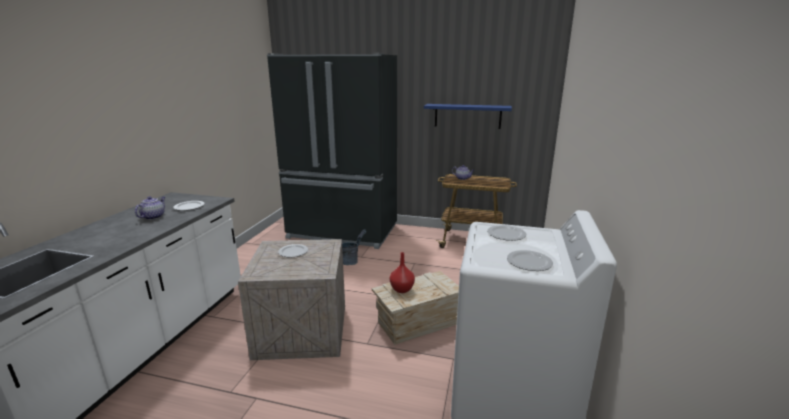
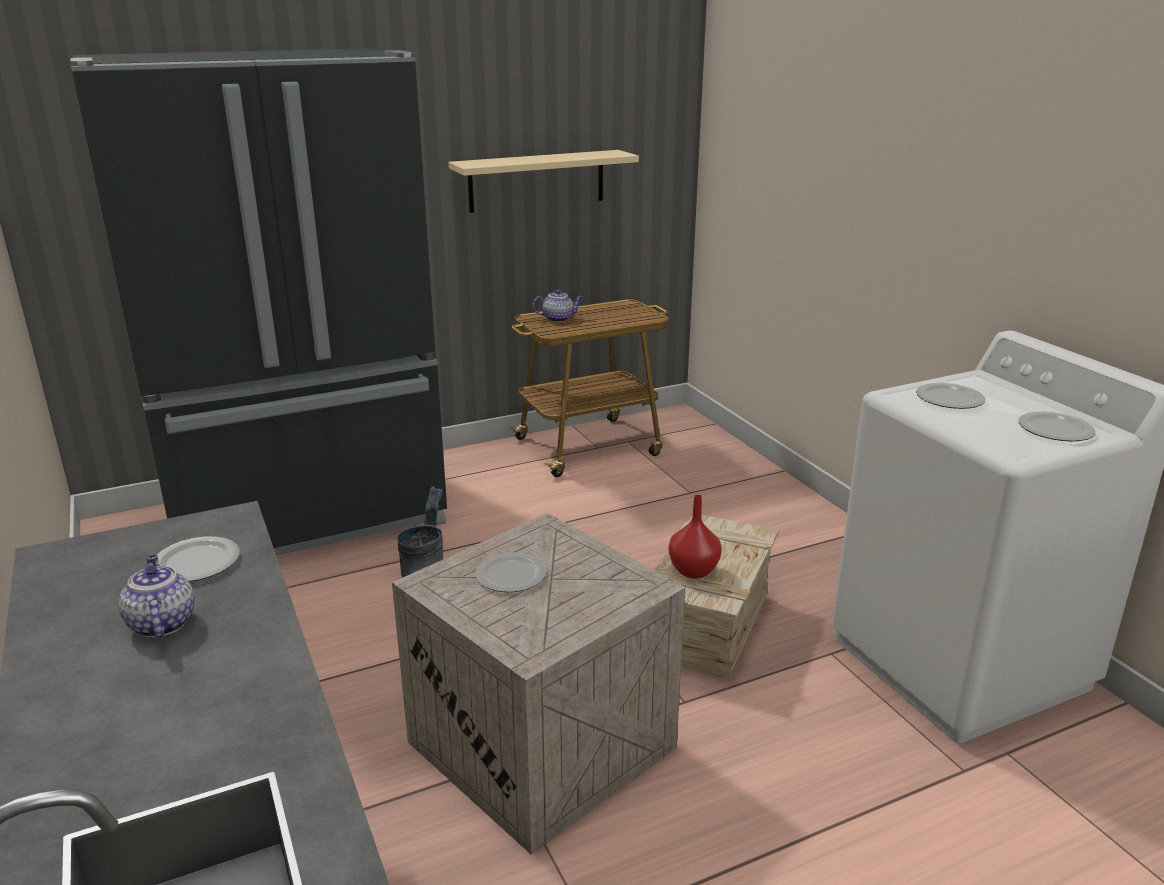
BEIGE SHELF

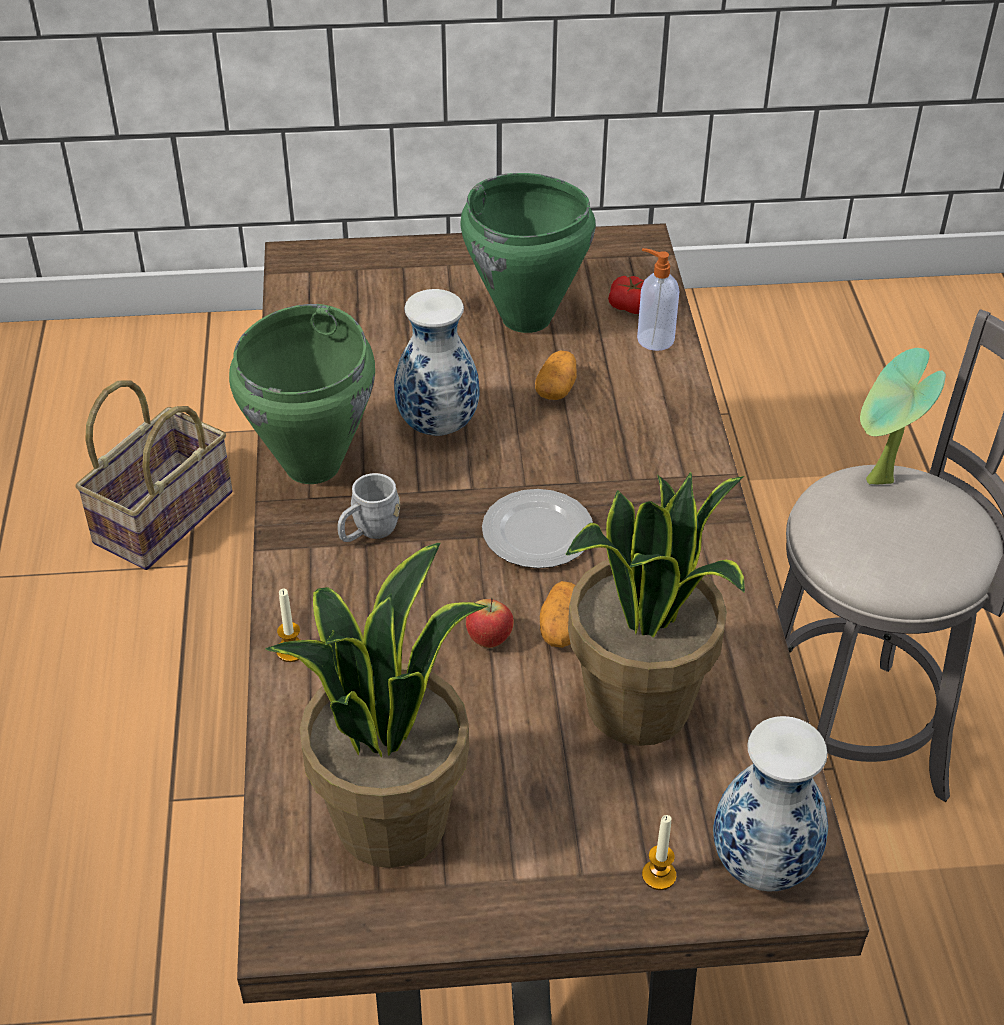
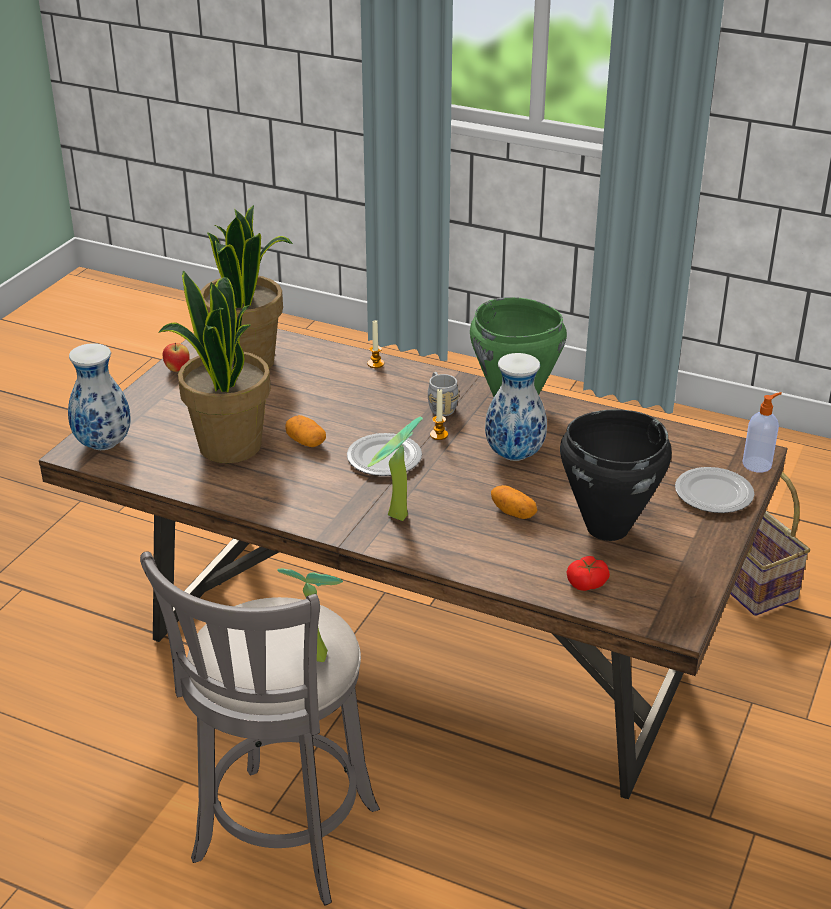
POTTED PLANT (4th from left); PLATE (2nd from left); APPLE; SOAP DISPENSER; CANDLE (2nd from left); BLACK COOKING POT

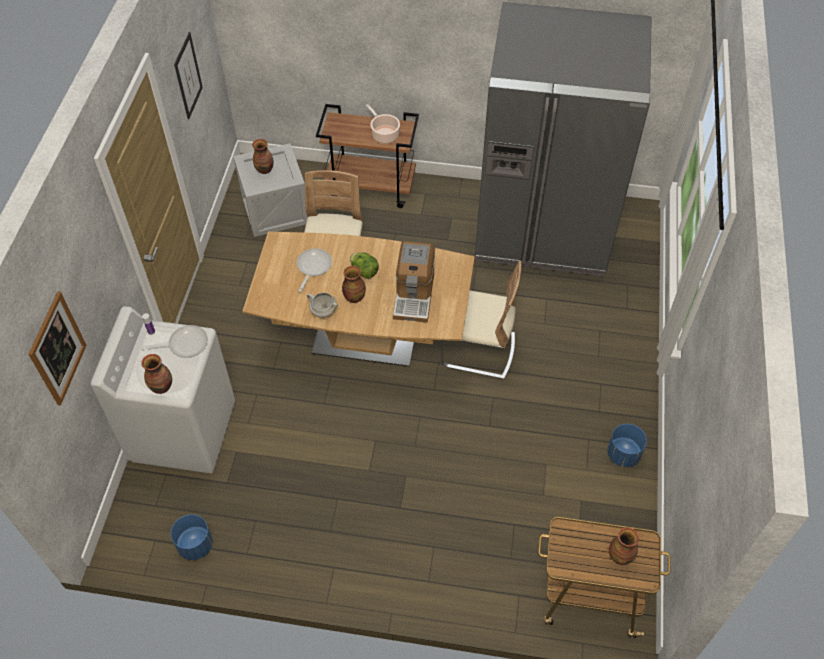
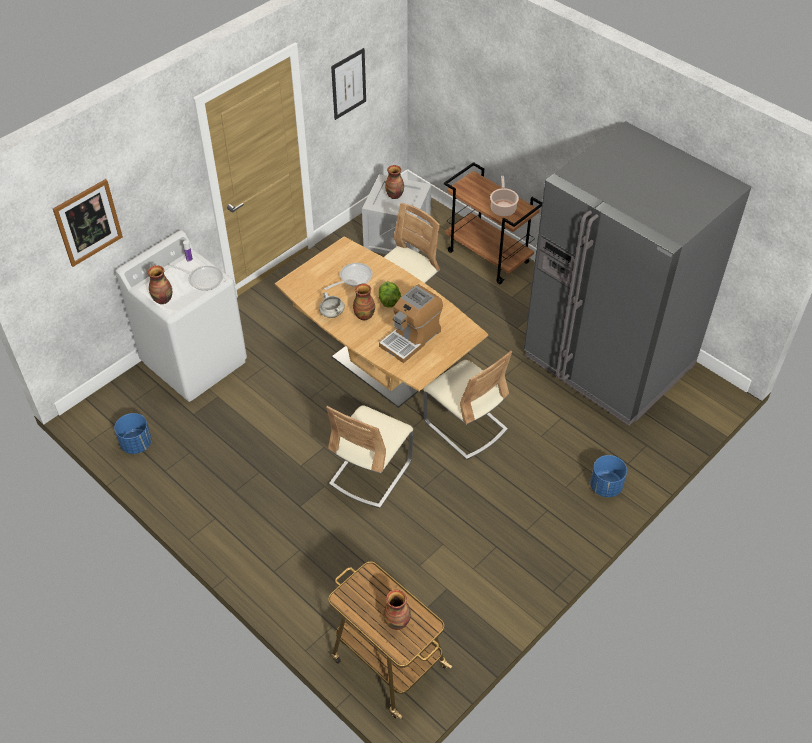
BEIGE CHAIR (1st from left); BLUE PLANTER (2nd from left)

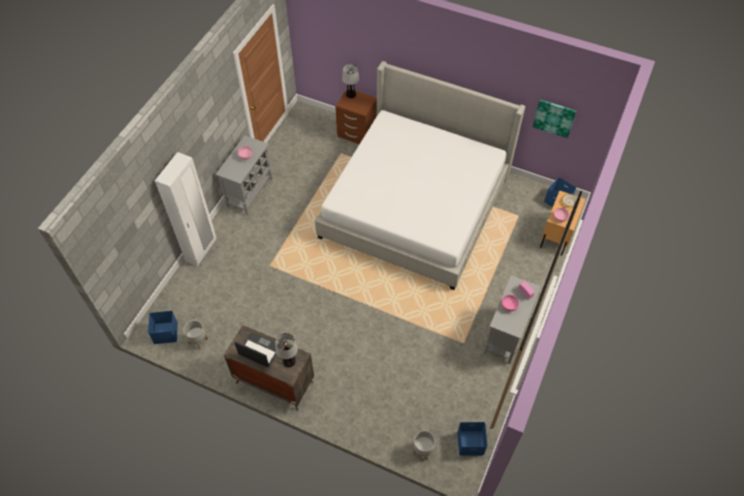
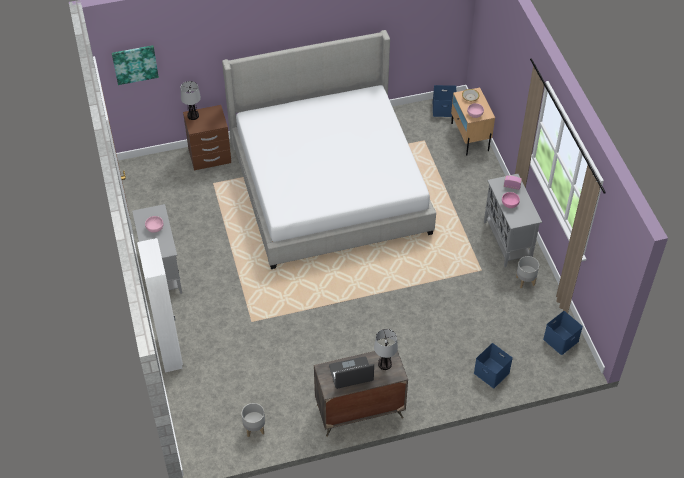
BLUE STORAGE BOX (2nd from left); GREY PLANTER (2nd from left); PICTURE

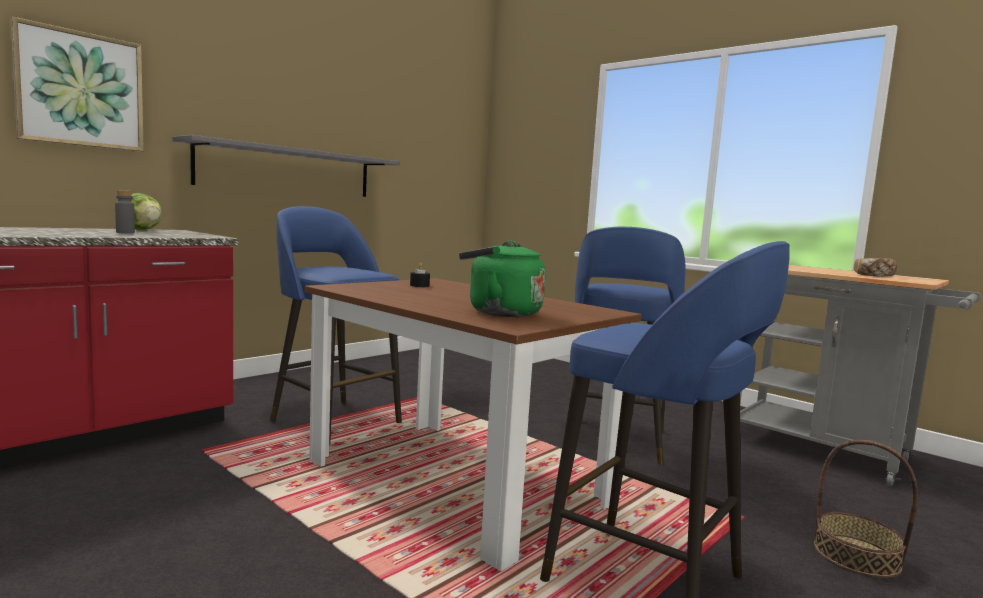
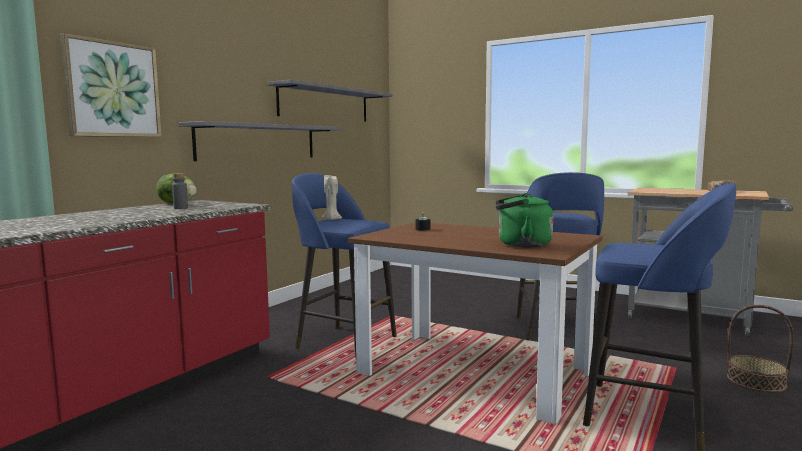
GREY SHELF (2nd from left); BEIGE CANDLE

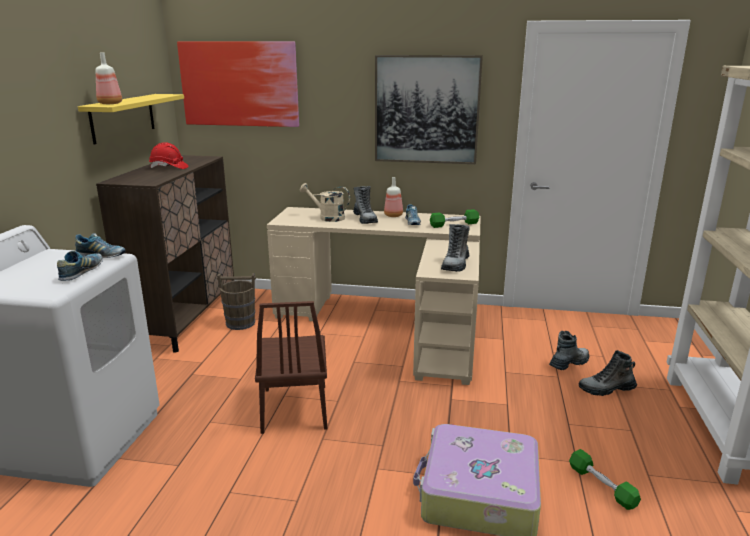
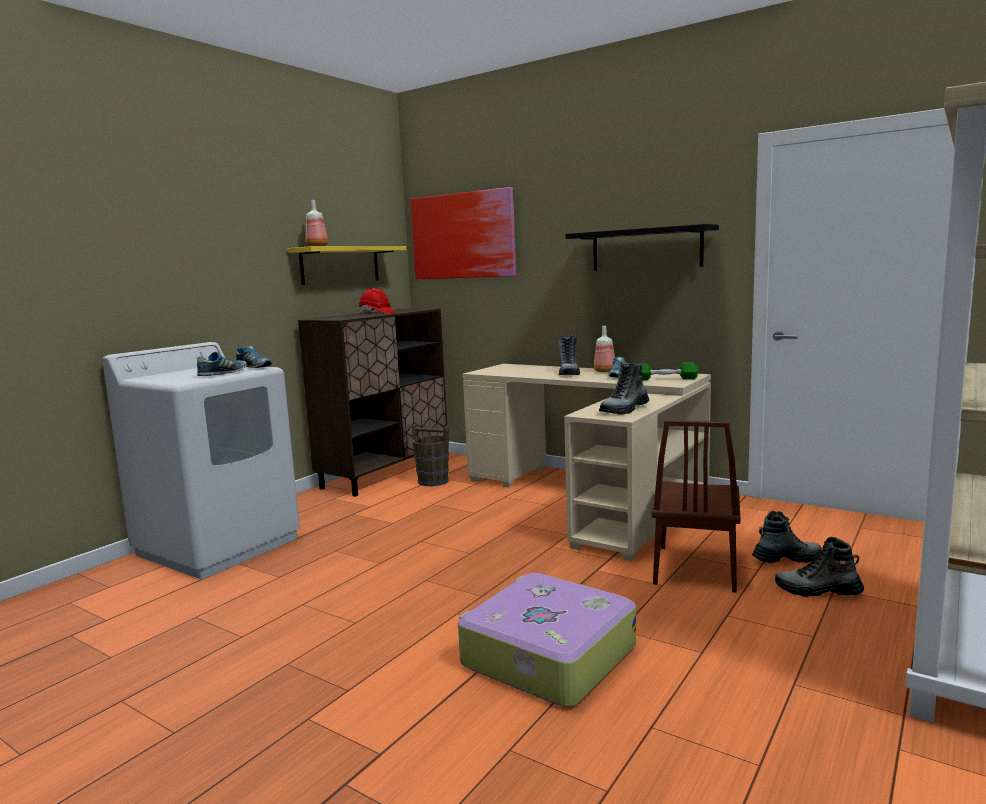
BEIGE WATERING CAN; GREEN DUMBBELL (2nd from left in the first image); BROWN CHAIR; BLACK SHELF

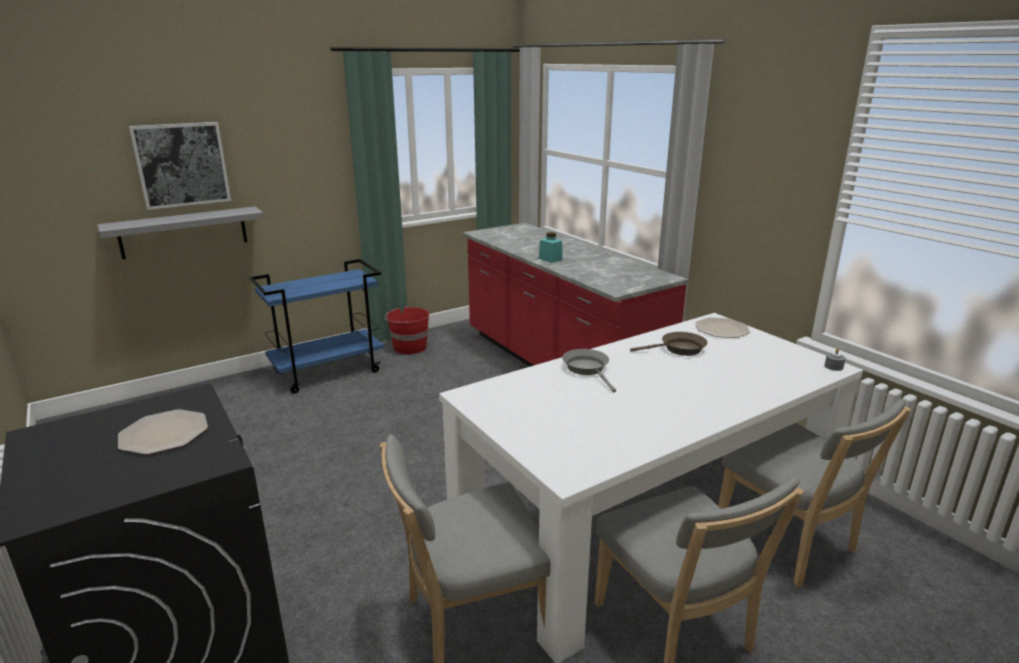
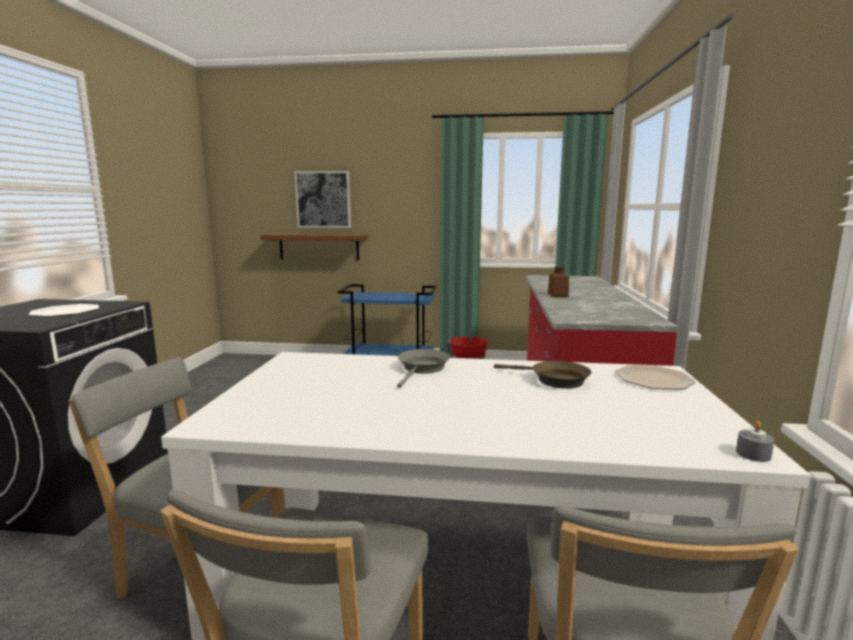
BROWN SHELF; BROWN JAR

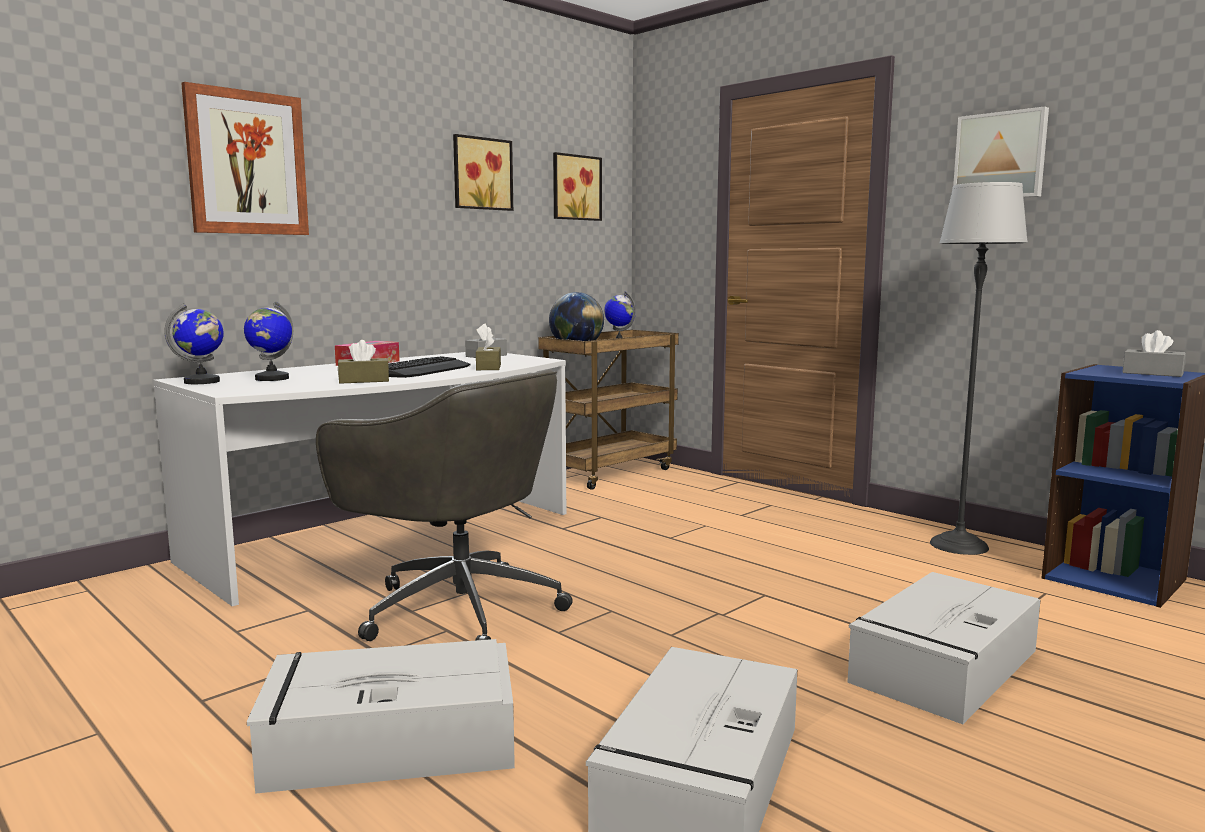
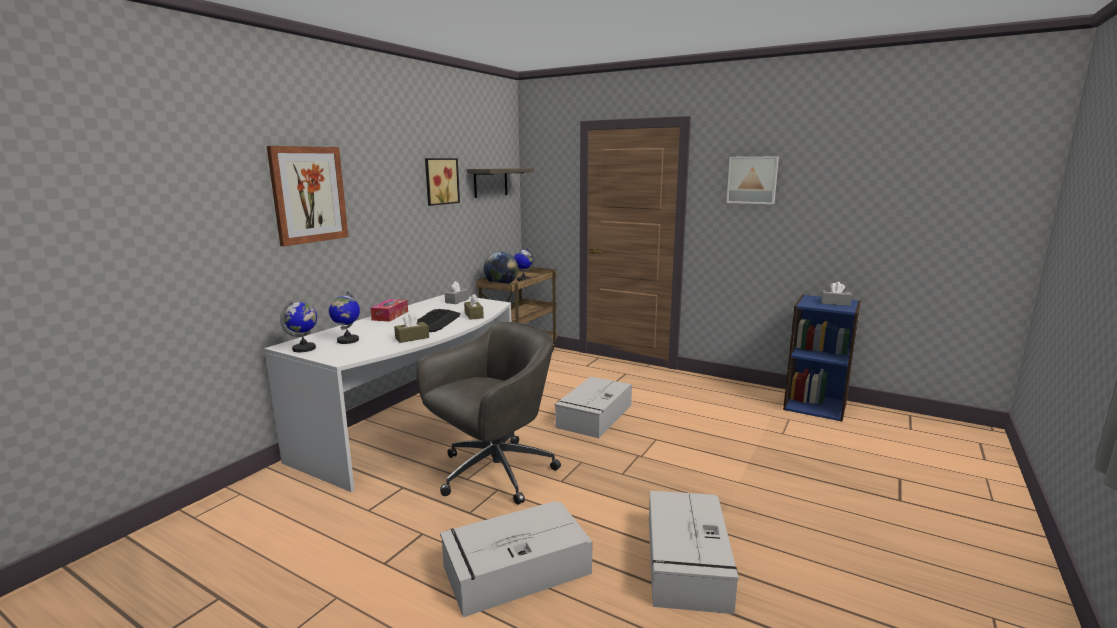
FLOOR LAMP; GREY STORAGE BOX (2nd from left); SHELF; GREY OFFICE CHAIR

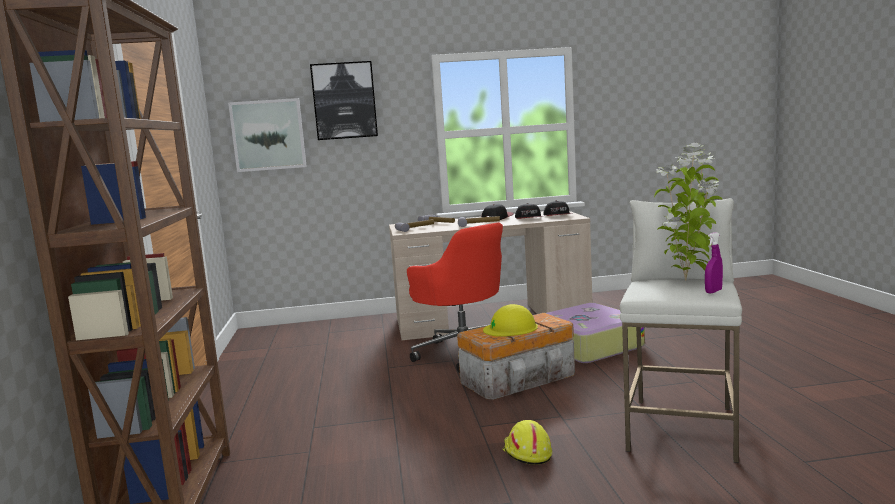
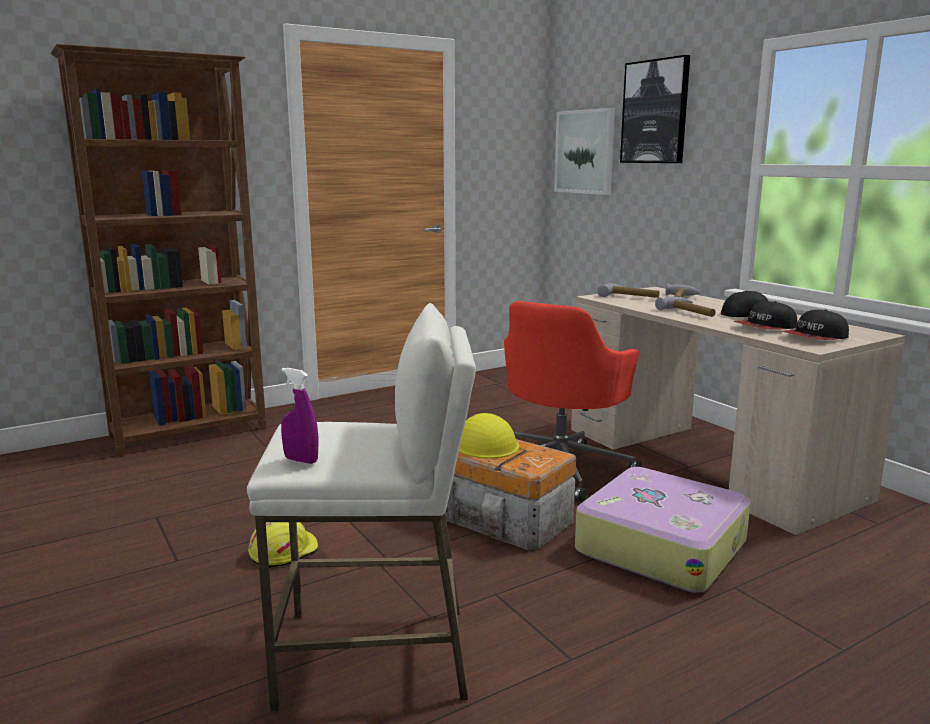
POTTED PLANT

